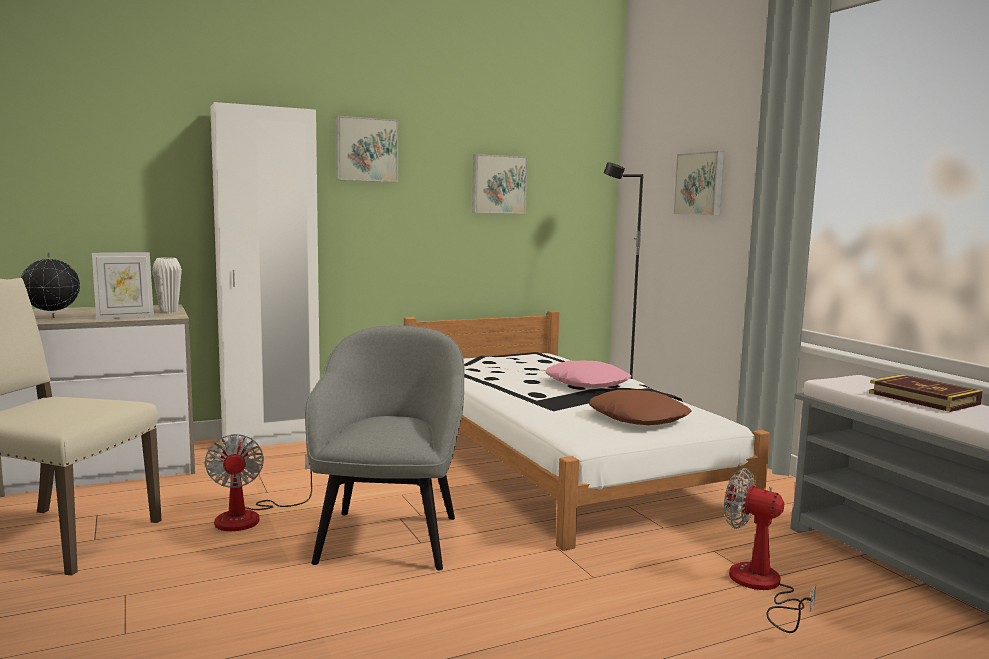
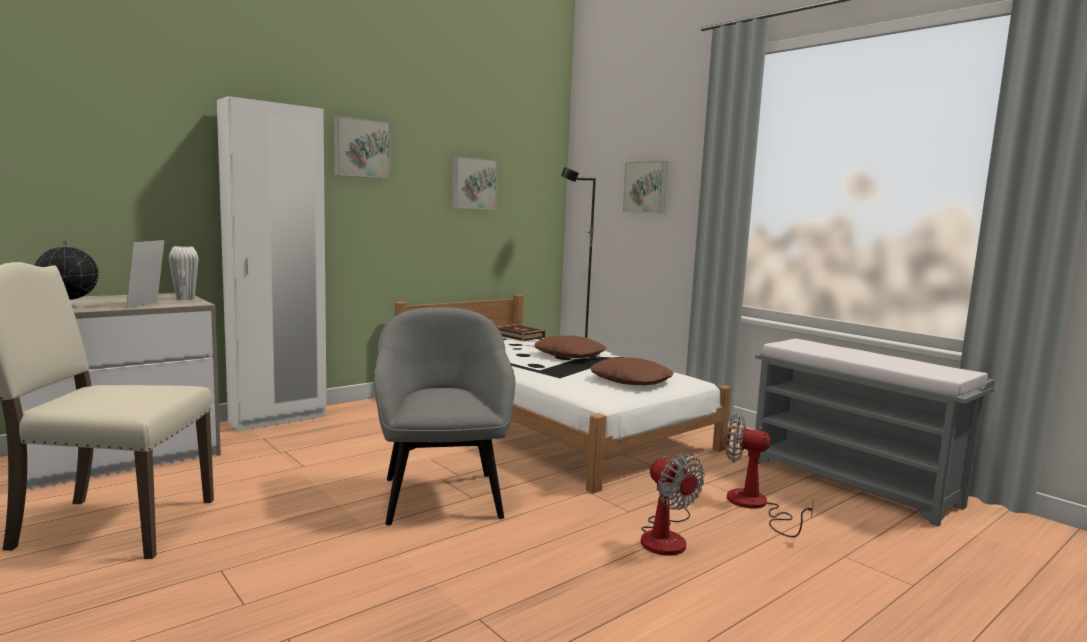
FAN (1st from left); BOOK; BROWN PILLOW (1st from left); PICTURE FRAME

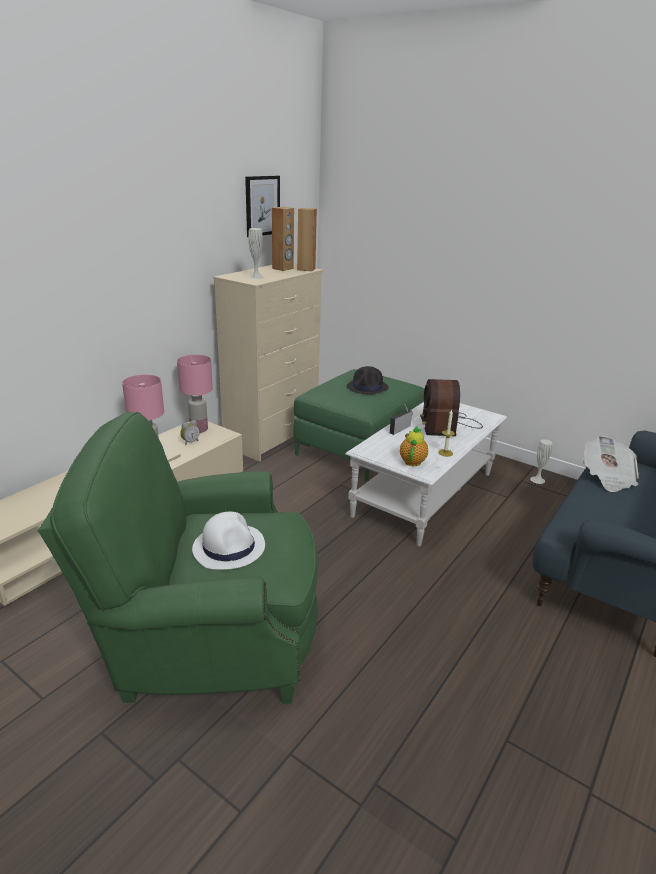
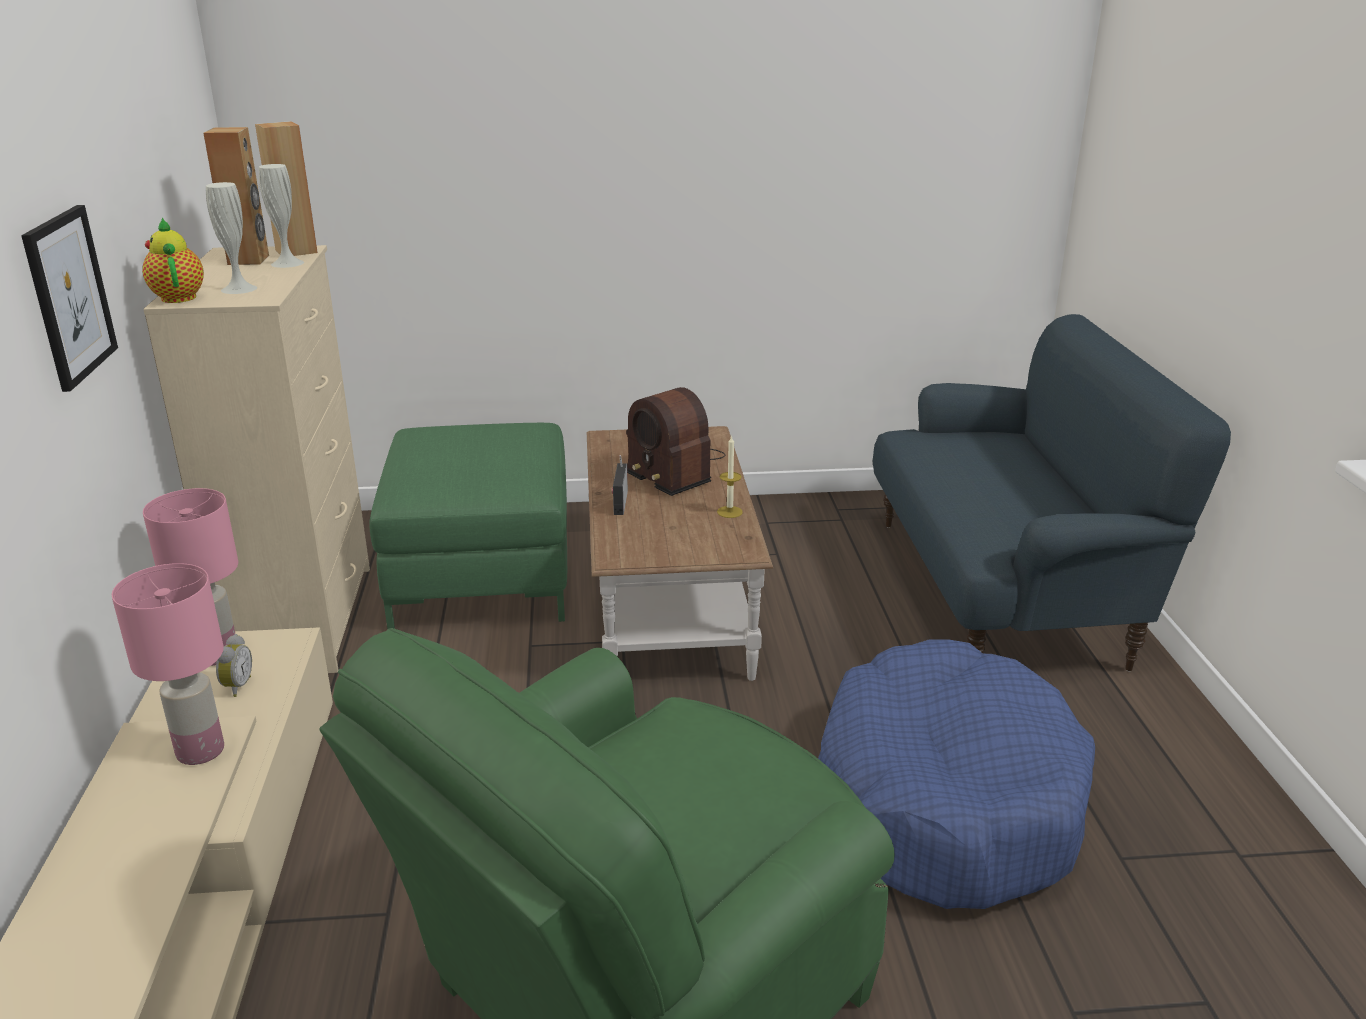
WHITE HAT; BLACK HAT; NEWSPAPER; BLUE DOG BED; PICTURE; TEAPOT; WHITE VASE (2nd from left); BROWN COFFEE TABLE

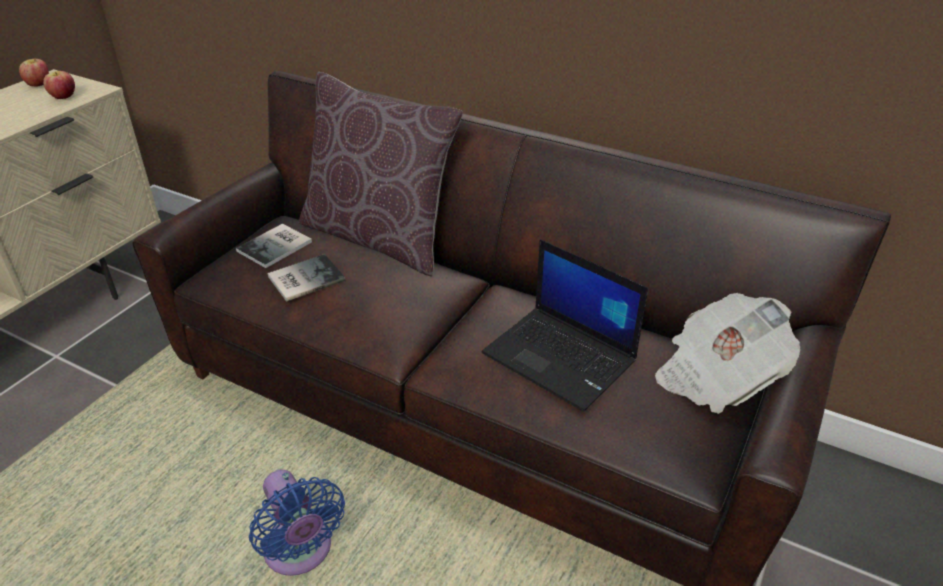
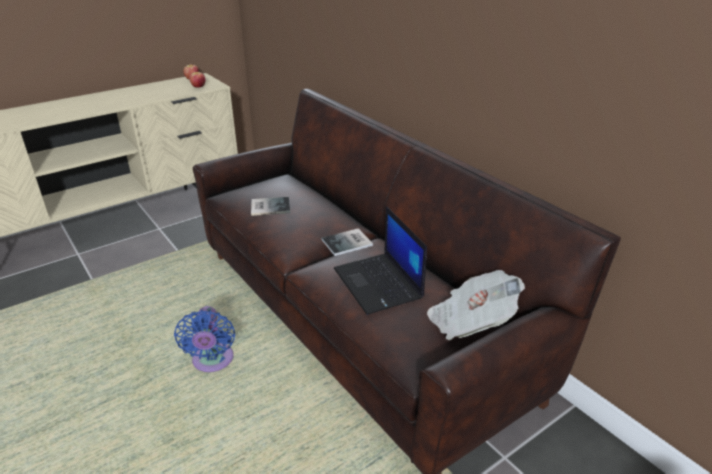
BROWN PILLOW; BOOK (2nd from left)

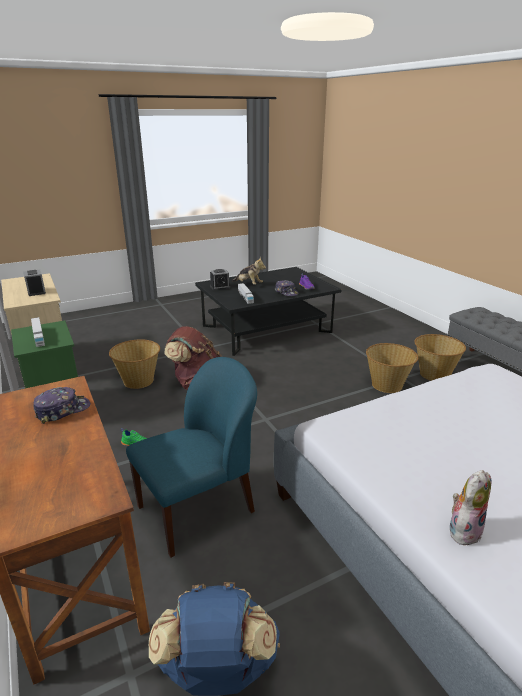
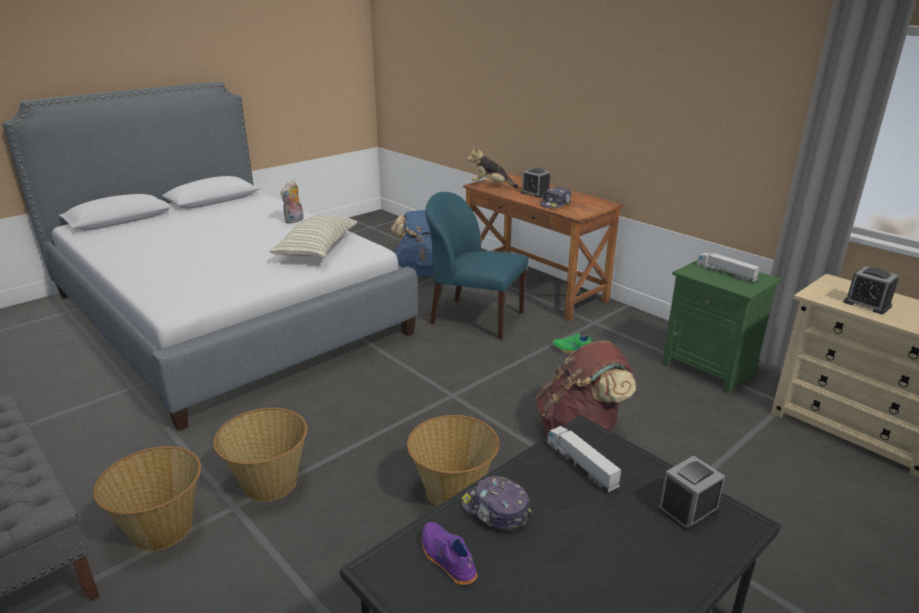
PILLOW; ALARM CLOCK (1st from left); BASKET (3rd from left); PLUSH TOY (2nd from left); BLUE CHAIR

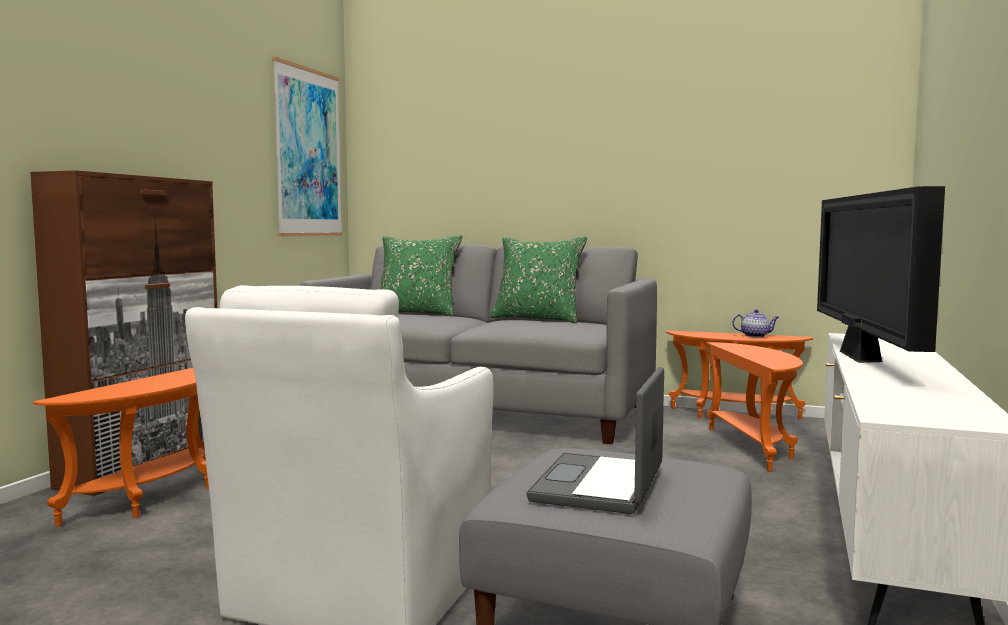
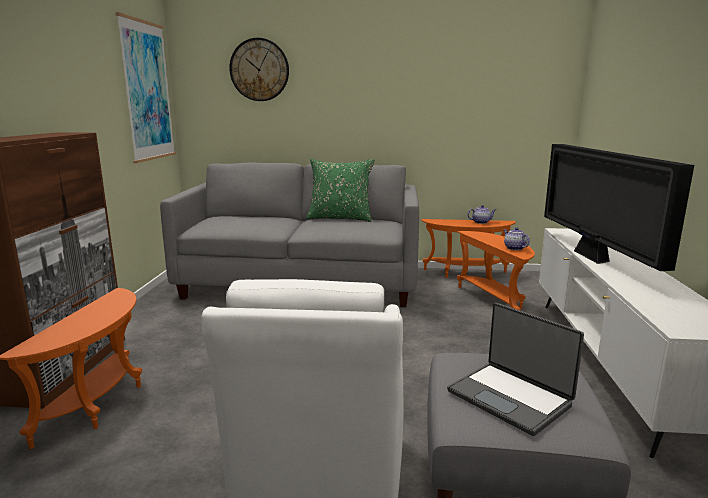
GREEN PILLOW (1st from left in the first image); WALL CLOCK; TEAPOT (2nd from left); LAPTOP

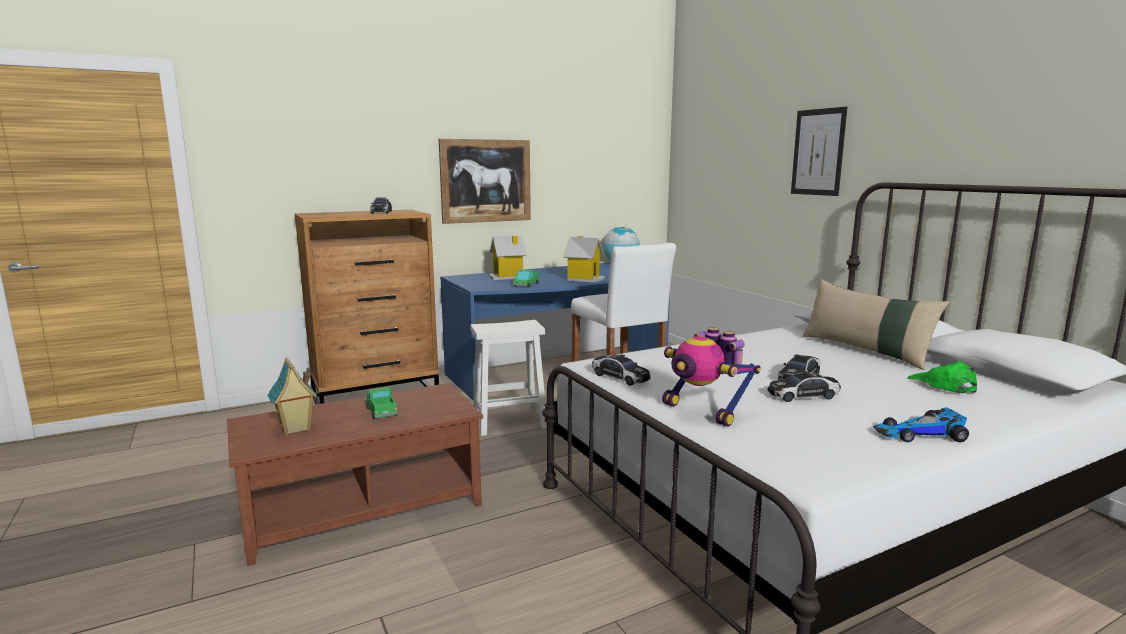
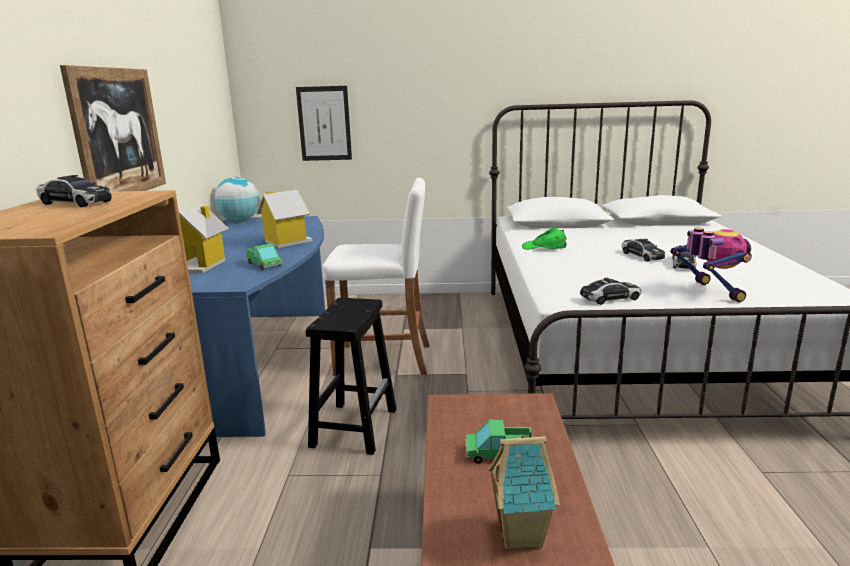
BEIGE PILLOW; TOY CAR (5th from left in the first image); PICTURE (2nd from left); GREEN CAP; BLACK STOOL; TOY ROBOT

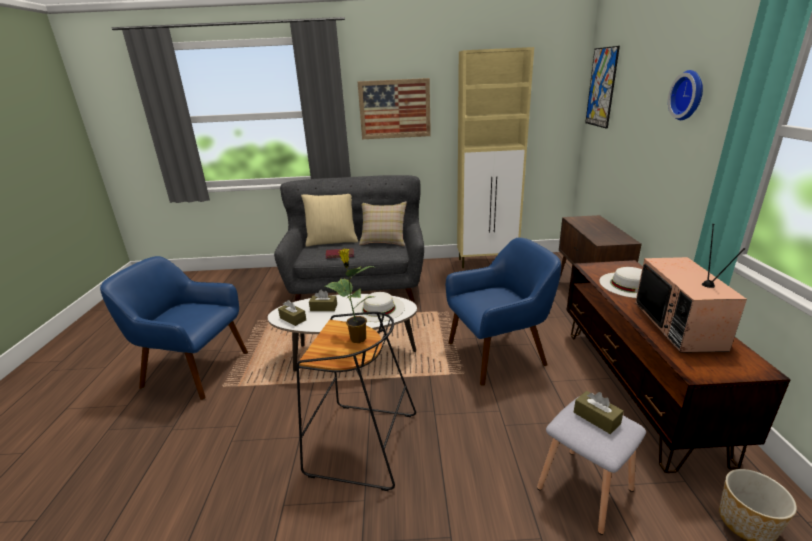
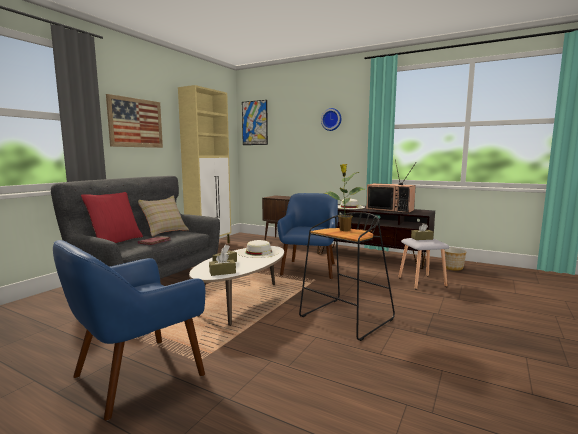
RED PILLOW

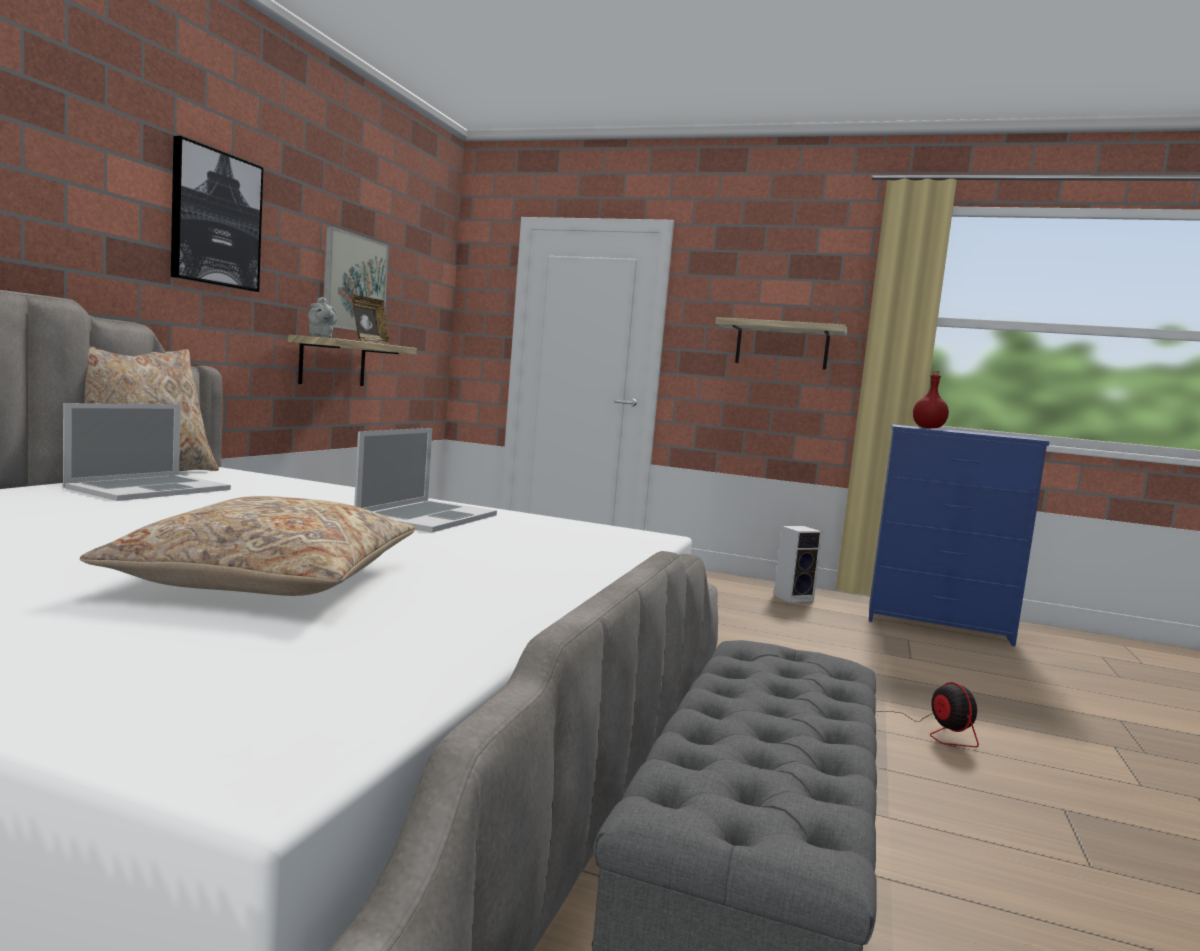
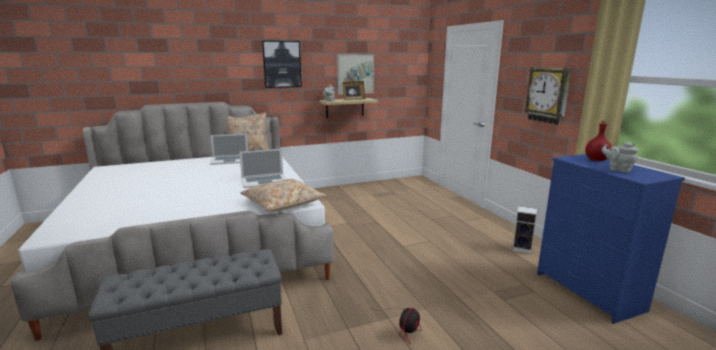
GREY TEAPOT (2nd from left); BEIGE PILLOW (2nd from left); WALL CLOCK

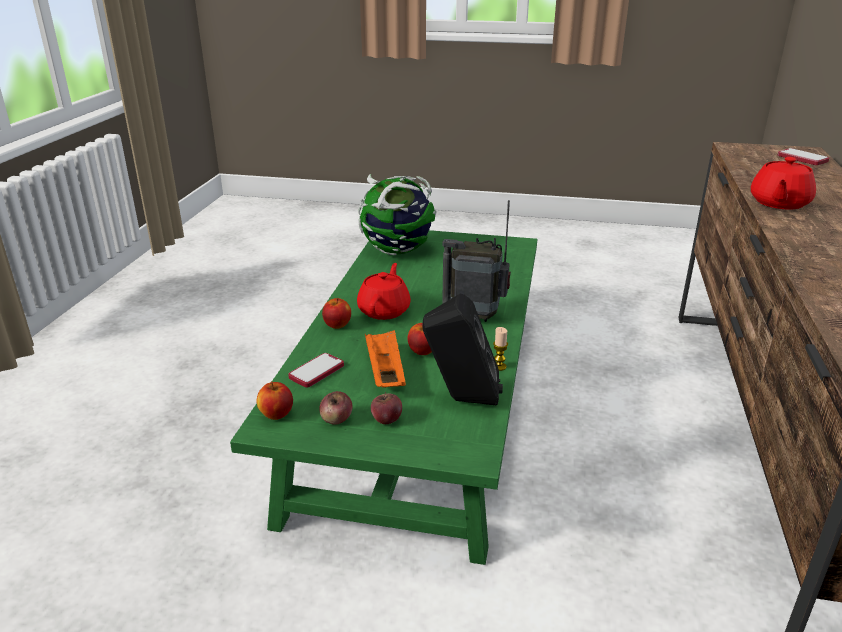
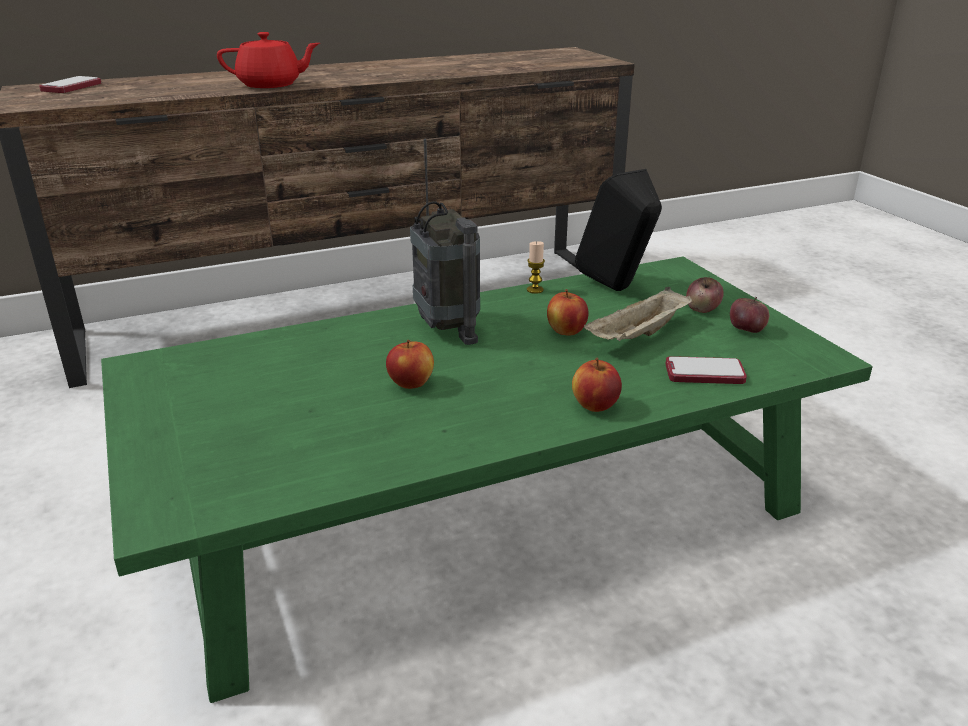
RED TEAPOT (1st from left in the first image); GLOBE; APPLE (1st from left); BEIGE TRAY

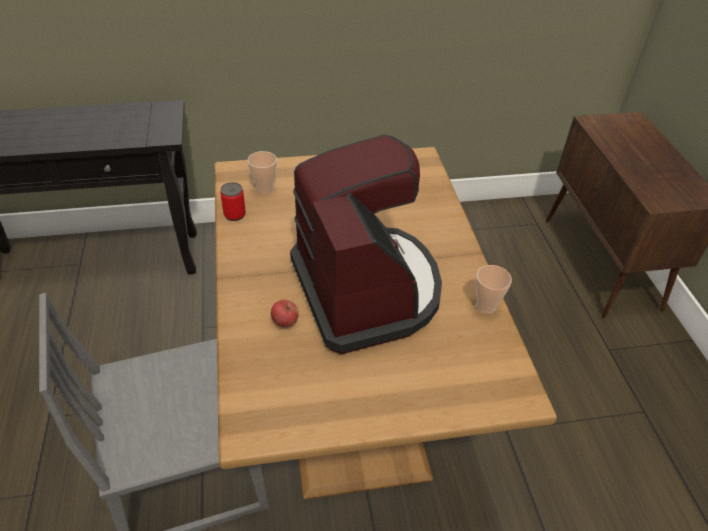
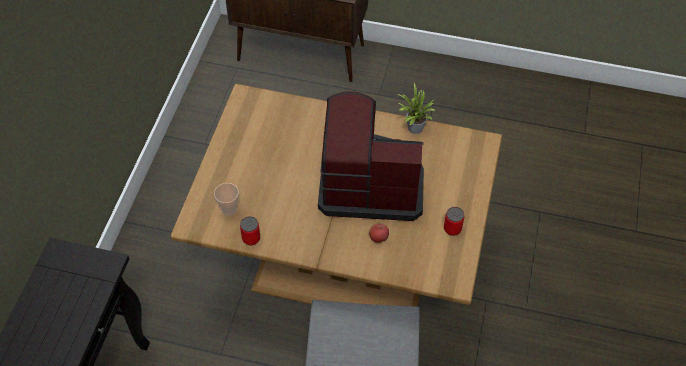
CAN (2nd from left); POTTED PLANT

